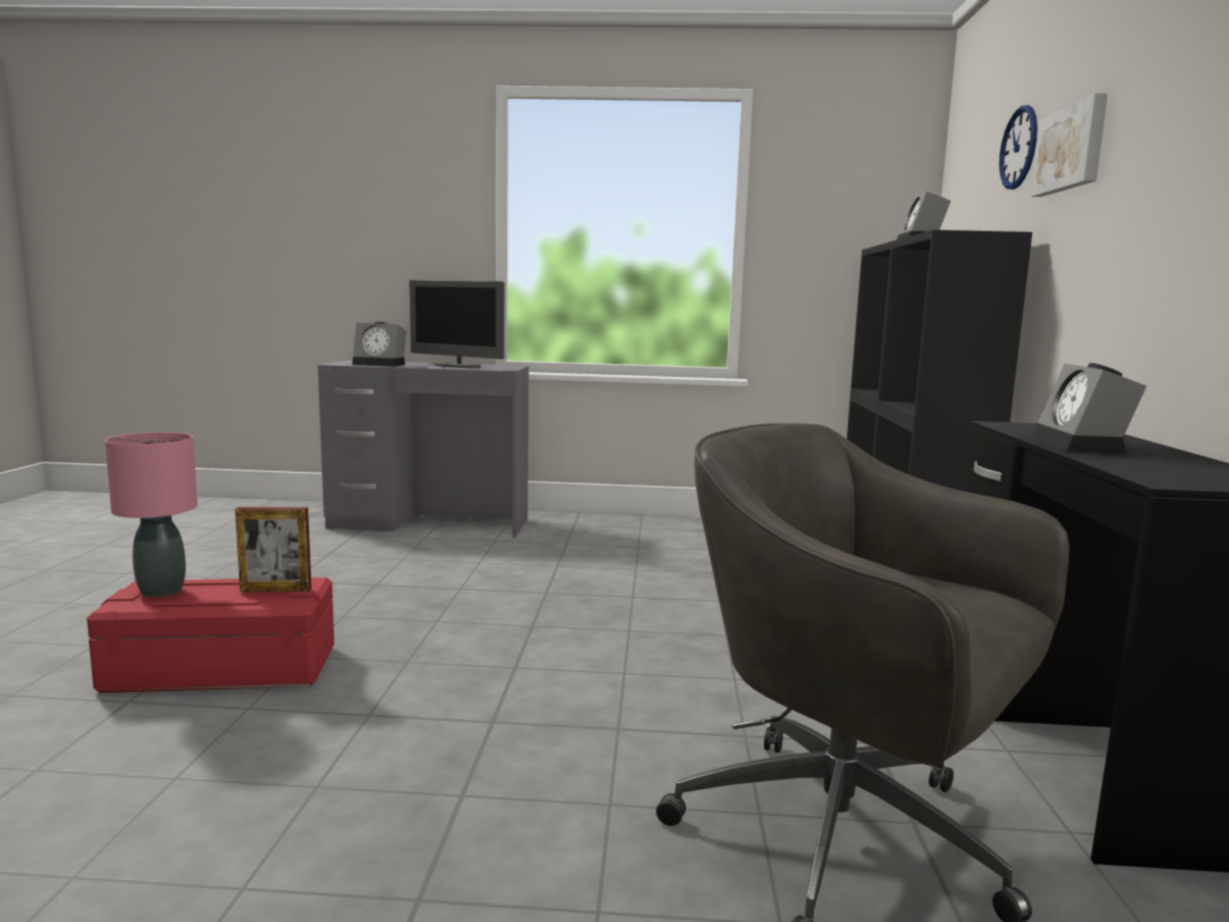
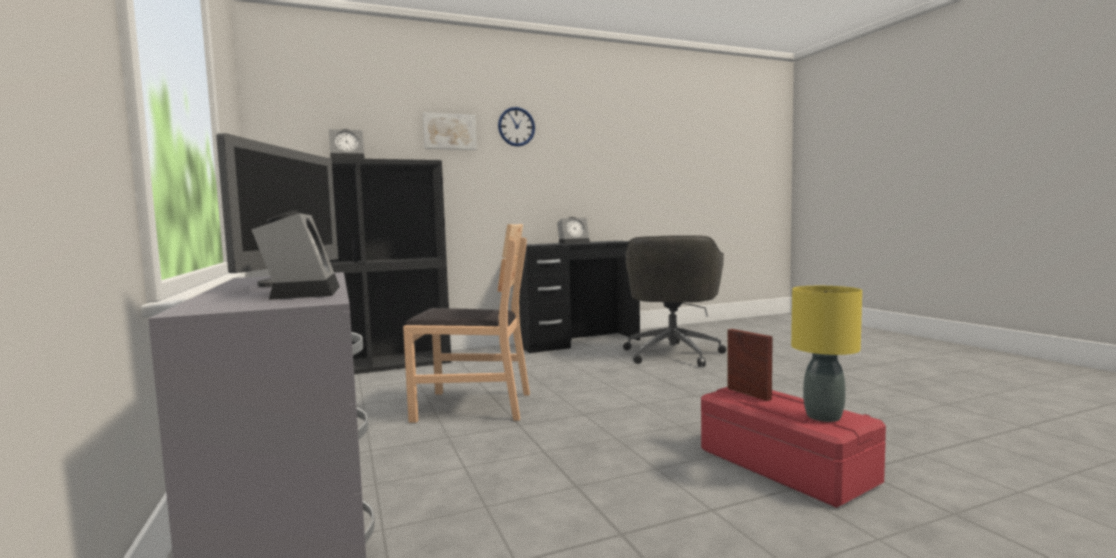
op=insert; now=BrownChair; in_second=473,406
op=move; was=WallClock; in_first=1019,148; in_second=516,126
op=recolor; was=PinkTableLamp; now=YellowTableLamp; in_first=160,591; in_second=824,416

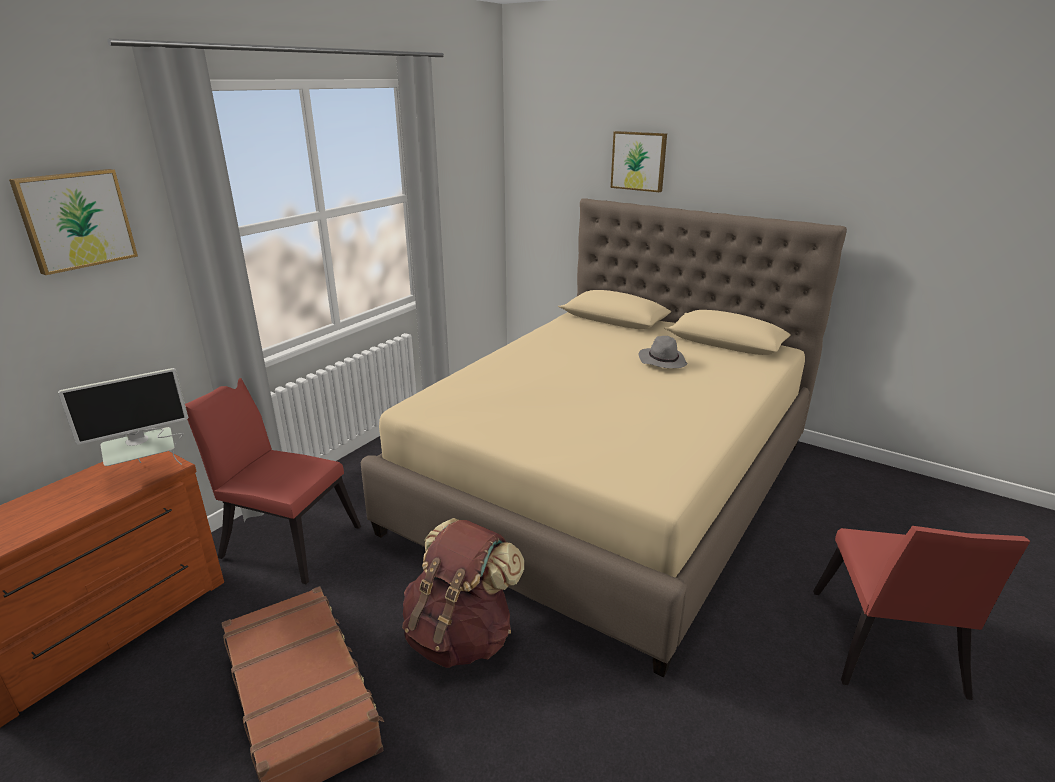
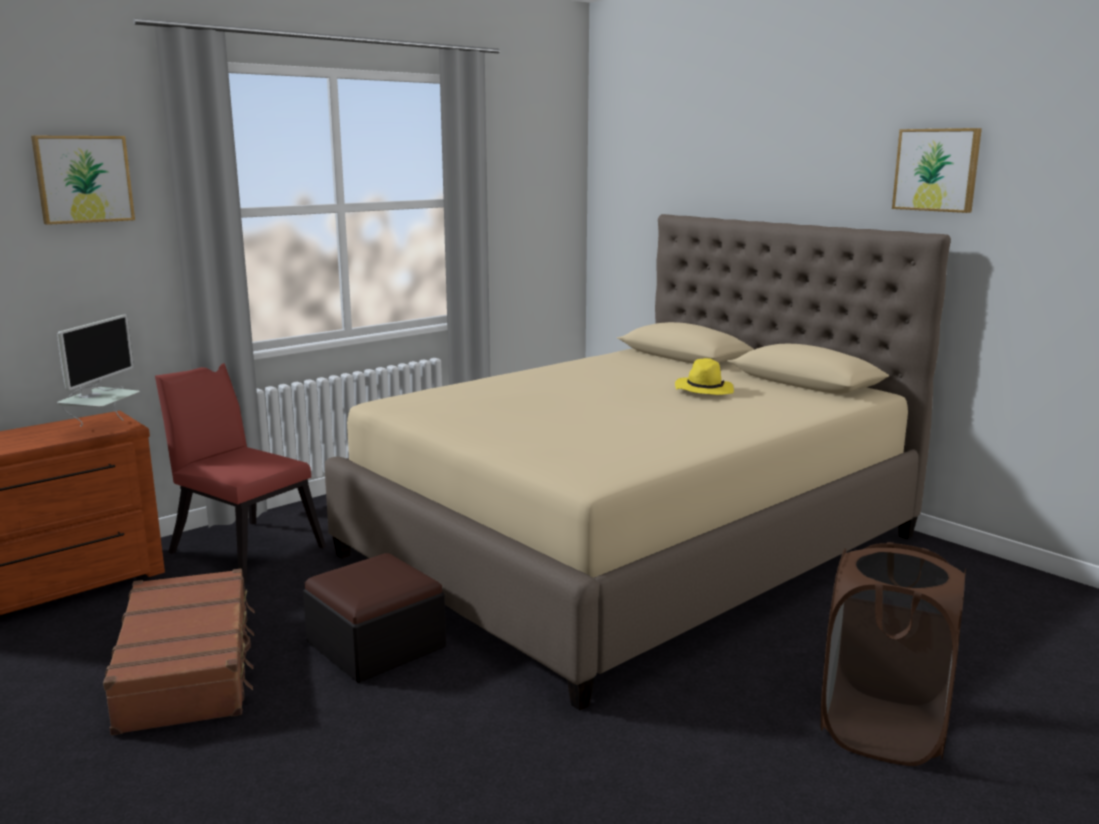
op=move; was=Picture; in_first=639,161; in_second=937,170
op=replace; was=BrownBackpack; now=Ottoman; in_first=461,636; in_second=376,645
op=replace; was=RedChair; now=BrownLaundryBasket; in_first=885,649; in_second=882,731
op=recolor; was=GreyHat; now=YellowHat; in_first=662,361; in_second=703,391
op=rotate; was=Monitor; in_first=148,473; in_second=103,429; clockwise=-60

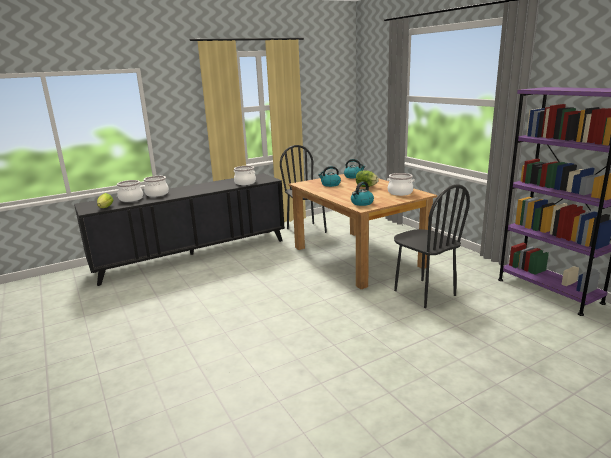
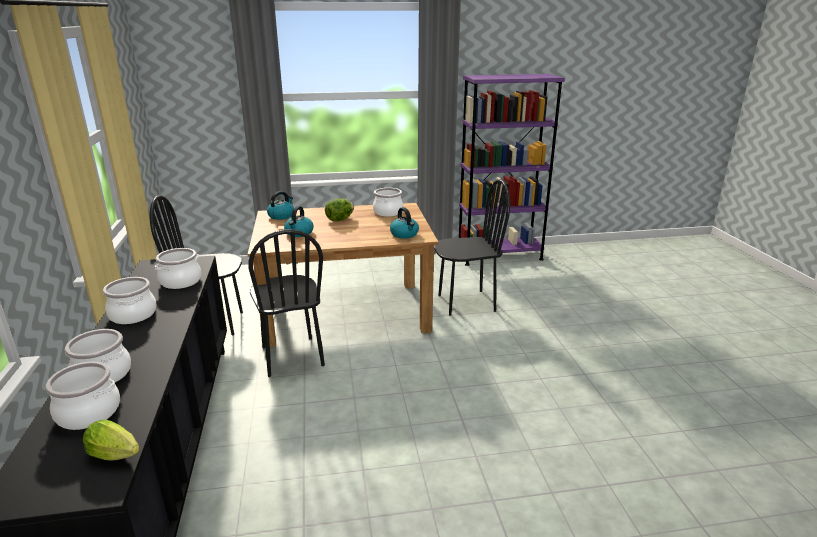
op=insert; now=CookingPot; in_second=133,314
op=insert; now=BlackChair; in_second=291,356

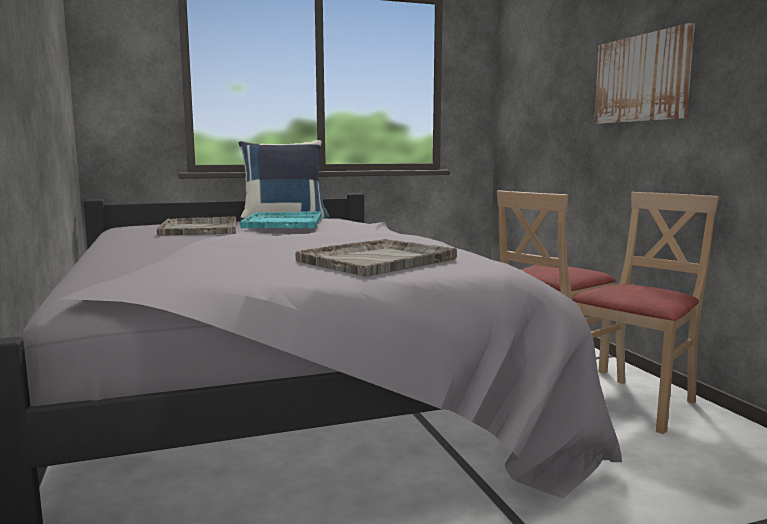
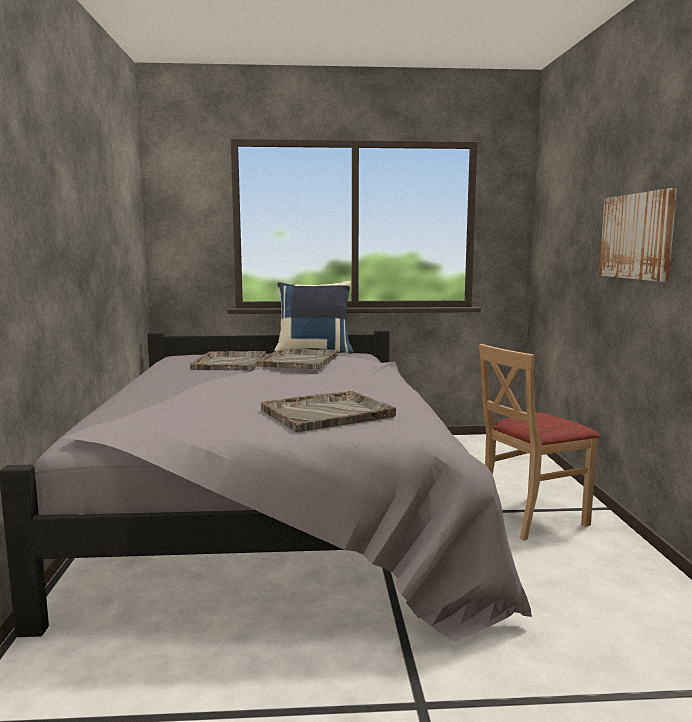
op=delete; was=BeigeChair; in_first=635,404
op=recolor; was=TurquoiseTray; now=GreyTray; in_first=284,223; in_second=299,361

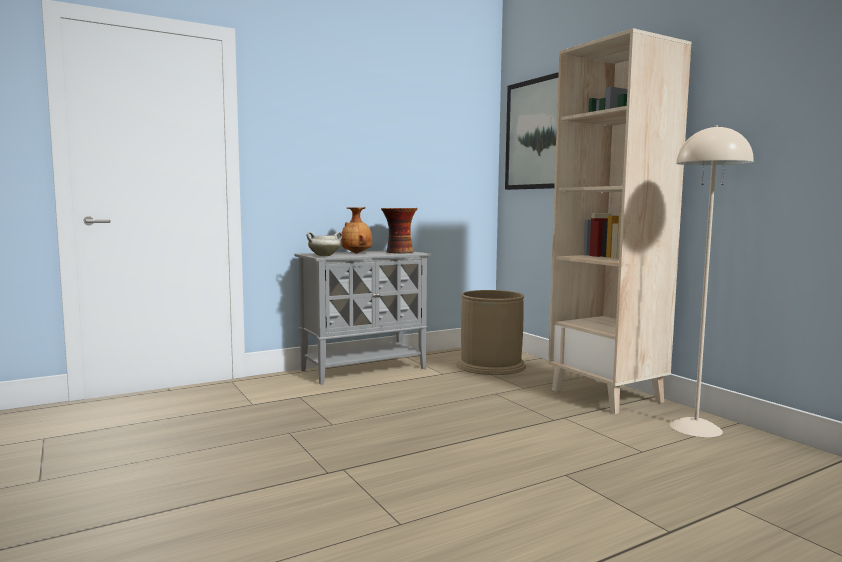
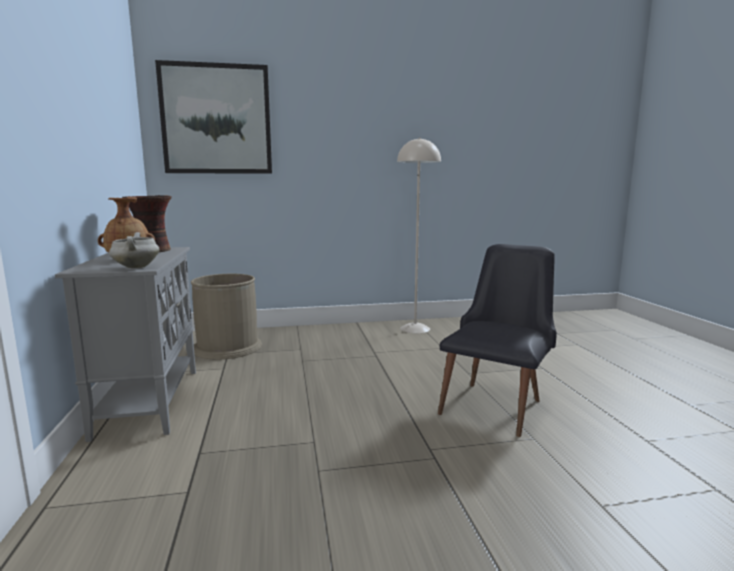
op=delete; was=BeigeBookcase; in_first=607,396
op=insert; now=BlackChair; in_second=496,403

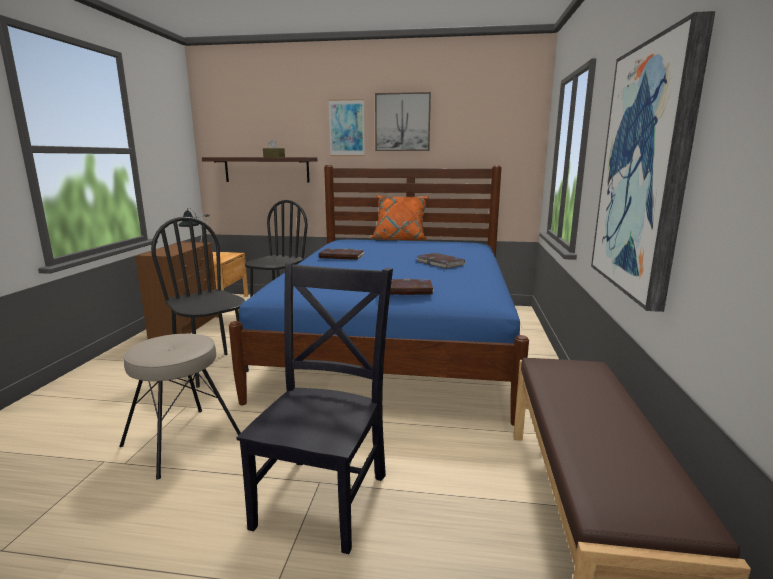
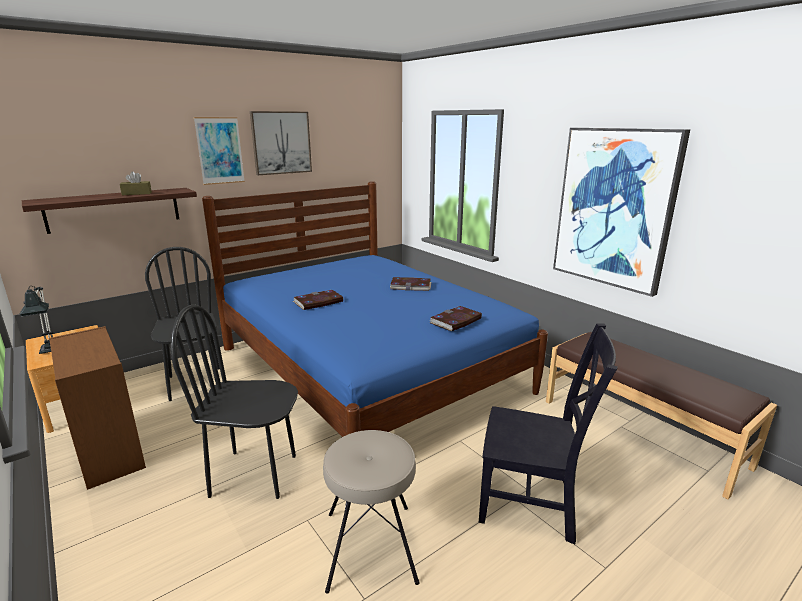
op=delete; was=OrangePillow; in_first=400,239
op=rotate; was=BlackChair; in_first=324,496; in_second=532,503; clockwise=135

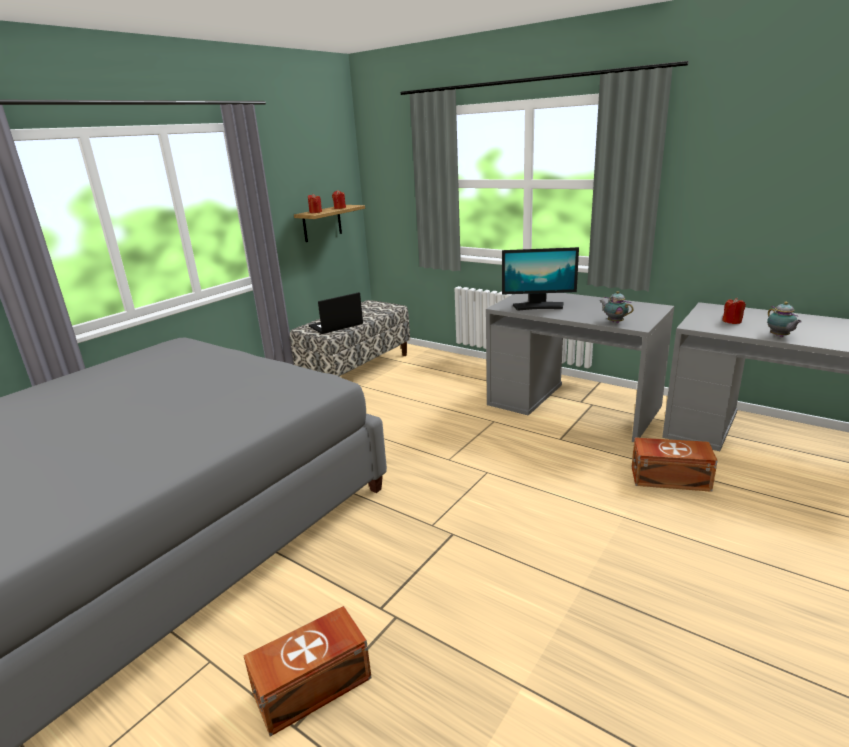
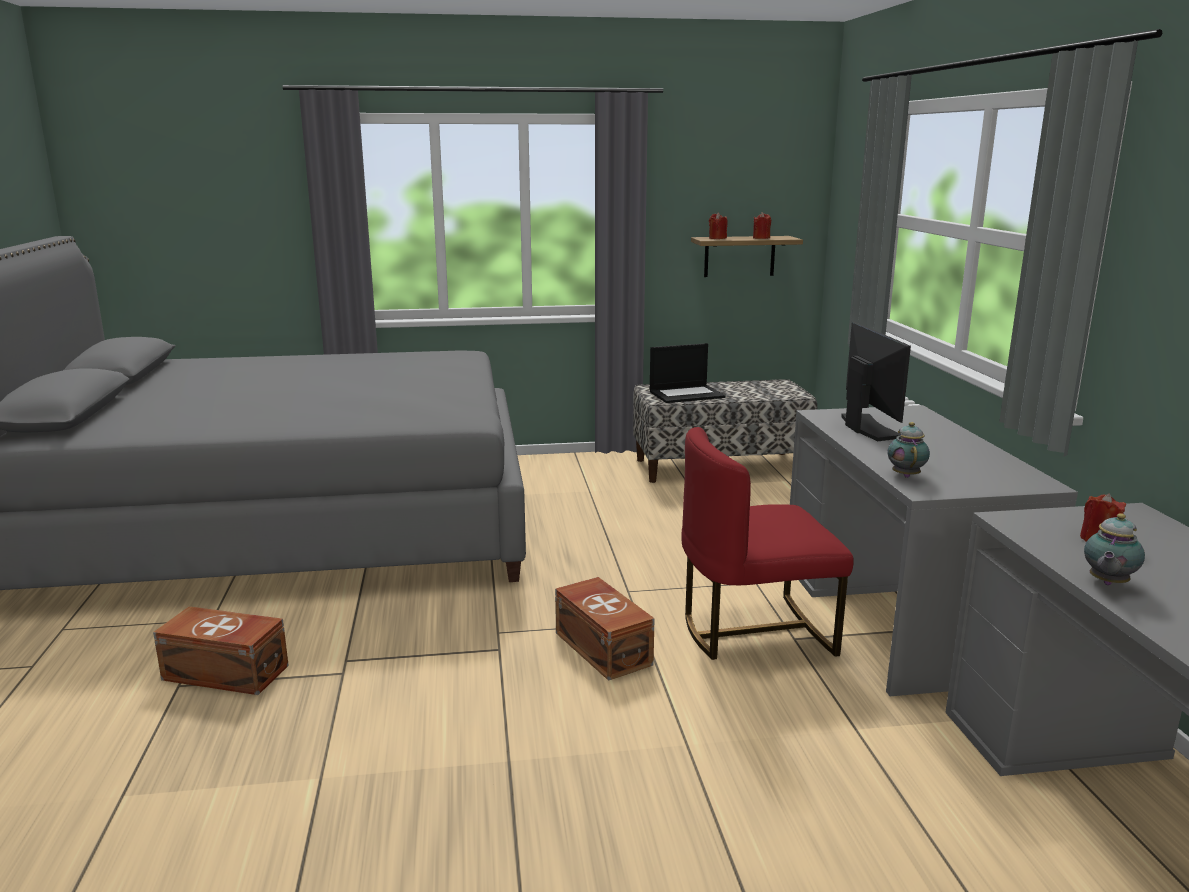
op=insert; now=RedChair; in_second=754,631
op=move; was=BrownStorageBox; in_first=668,477; in_second=603,647
op=rotate; was=Laptop; in_first=335,325; in_second=687,394; clockwise=150
op=rotate; was=Monitor; in_first=538,306; in_second=867,428; clockwise=-150

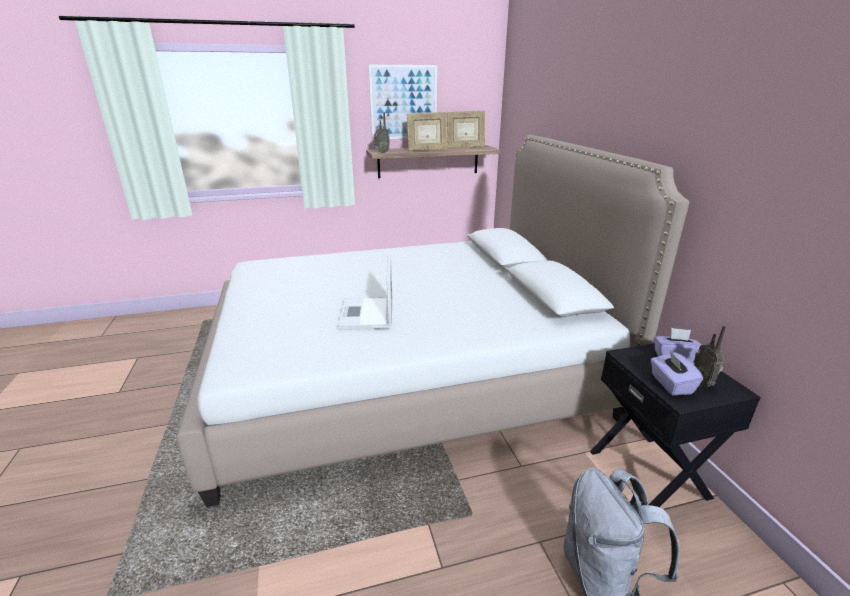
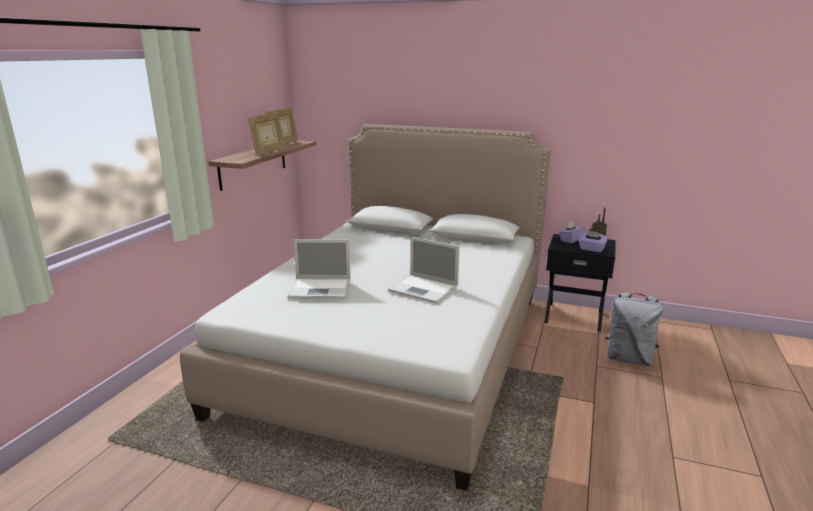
op=delete; was=Picture; in_first=403,102
op=delete; was=Radio; in_first=381,152
op=insert; now=Laptop; in_second=321,289

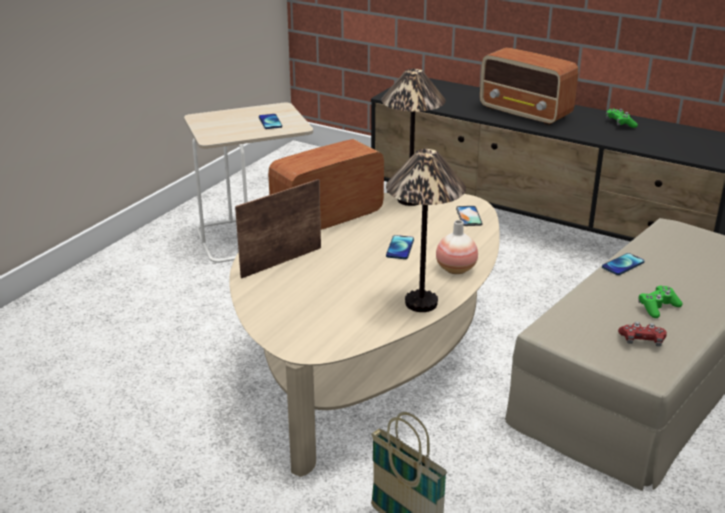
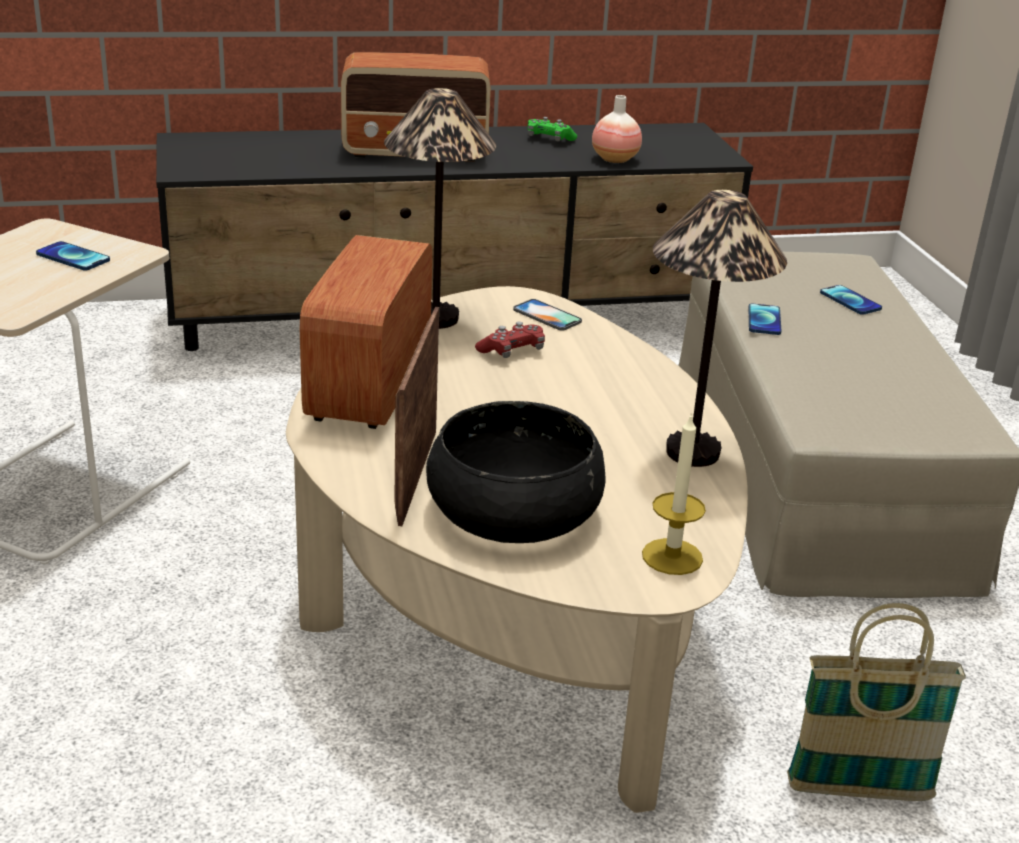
op=delete; was=GreenGameController; in_first=658,307
op=insert; now=BlackBowl; in_second=513,511
op=insert; now=Candle; in_second=672,557
op=move; was=Phone; in_first=400,248; in_second=850,301
op=move; was=Vase; in_first=456,269; in_second=615,159
op=move; was=RedGameController; in_first=642,341; in_second=512,351

